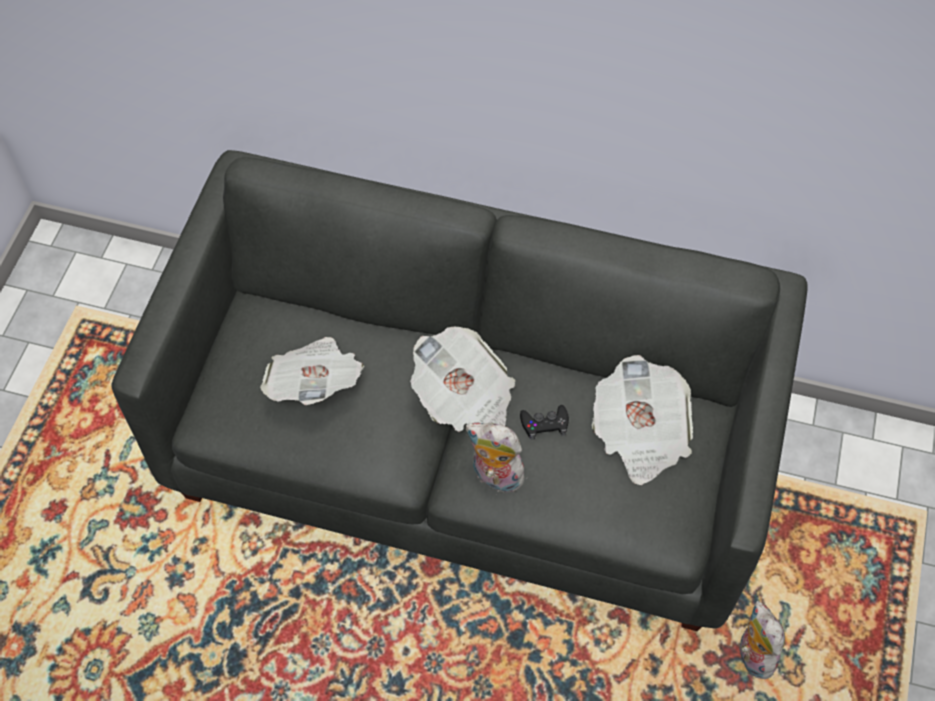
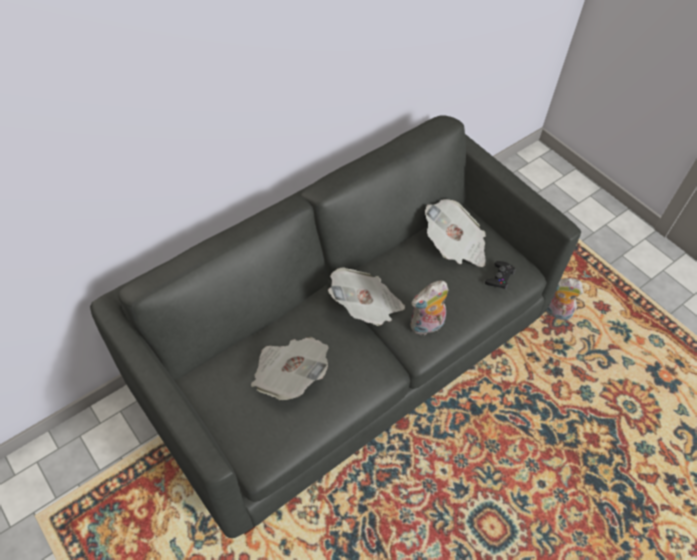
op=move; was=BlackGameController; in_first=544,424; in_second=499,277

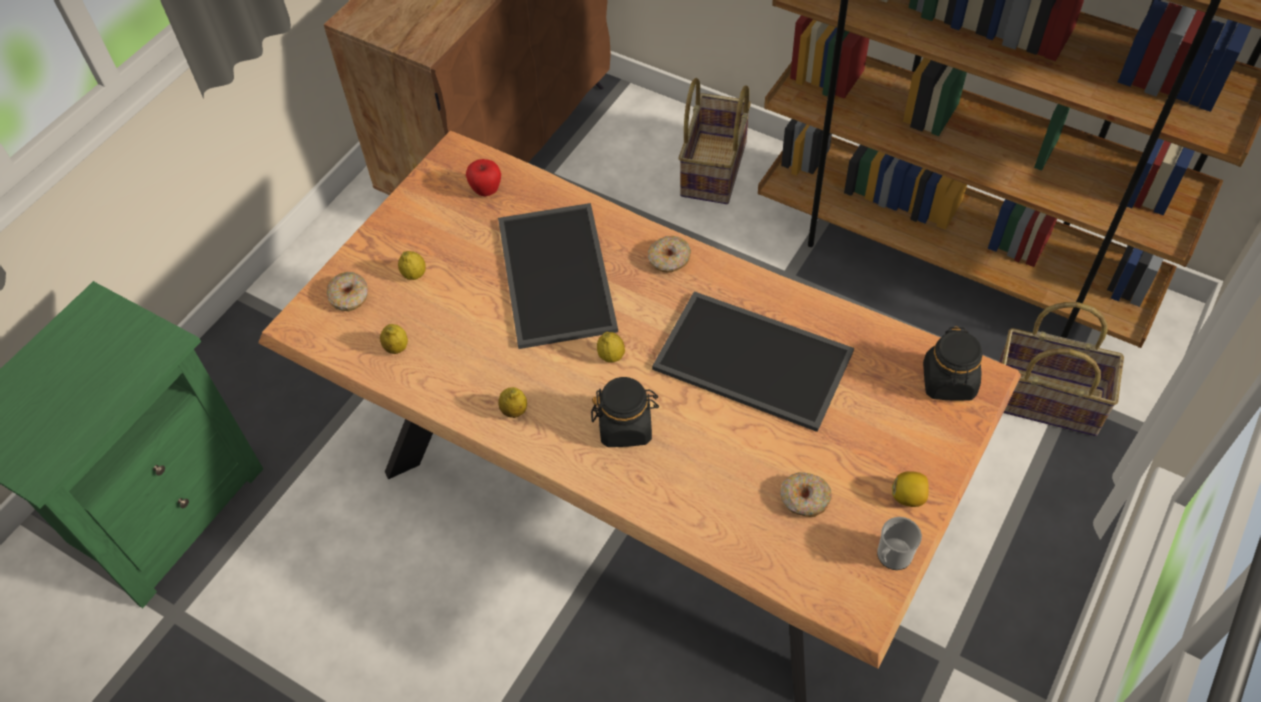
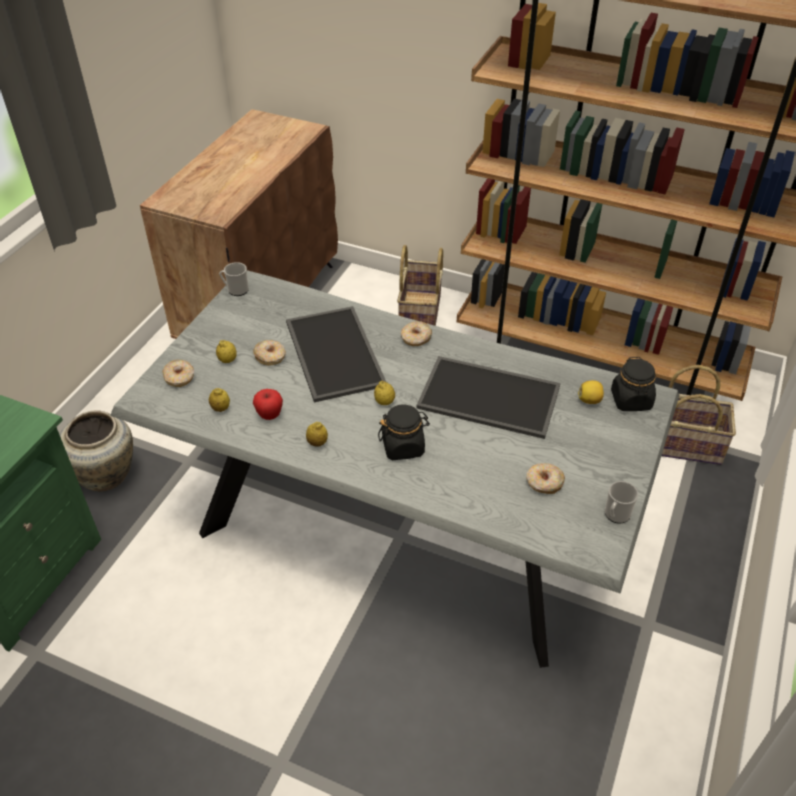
op=insert; now=BeigeVase; in_second=107,475
op=insert; now=Mug; in_second=235,290
op=insert; now=Donut; in_second=270,357
op=move; was=Apple; in_first=486,190; in_second=269,415
op=move; was=Lemon; in_first=909,497; in_second=590,400
op=recolor; was=BrownDiningTable; now=GreyDiningTable; in_first=638,492; in_second=397,530

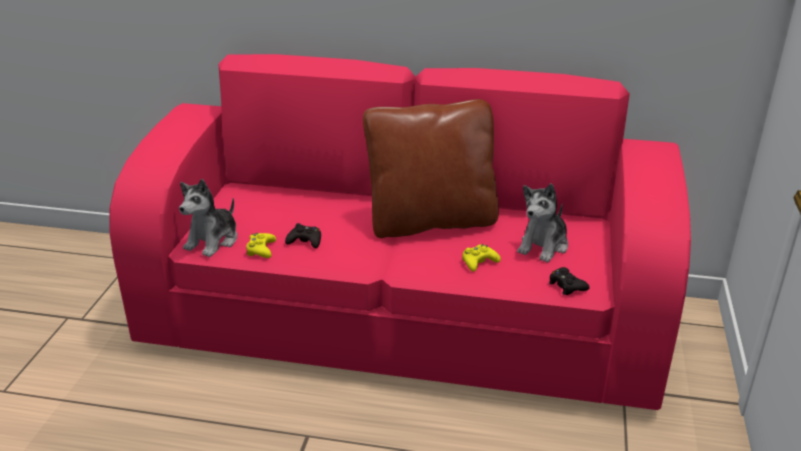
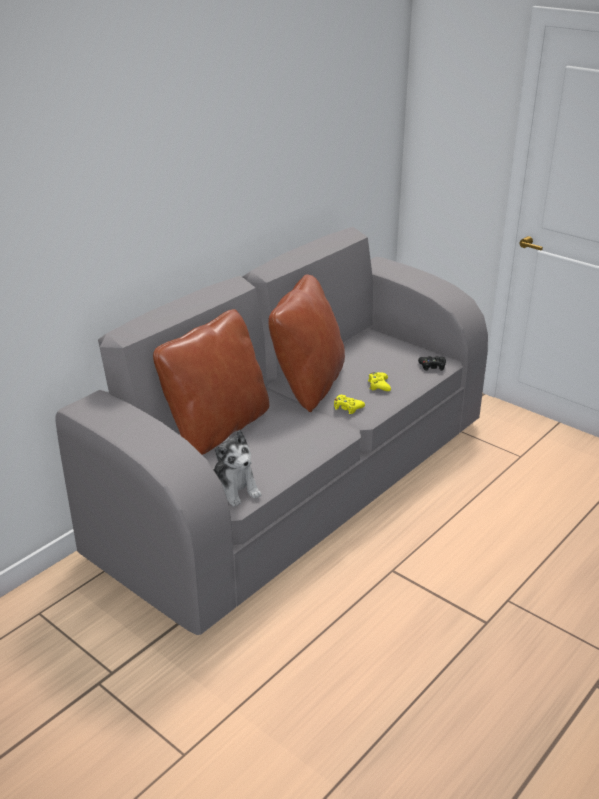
op=delete; was=BlackGameController; in_first=305,241
op=delete; was=PlushToy; in_first=543,246
op=insert; now=BrownPillow; in_second=217,429
op=move; was=YellowGameController; in_first=261,250; in_second=347,407
op=recolor; was=PinkSofa; now=GreySofa; in_first=401,322; in_second=299,483

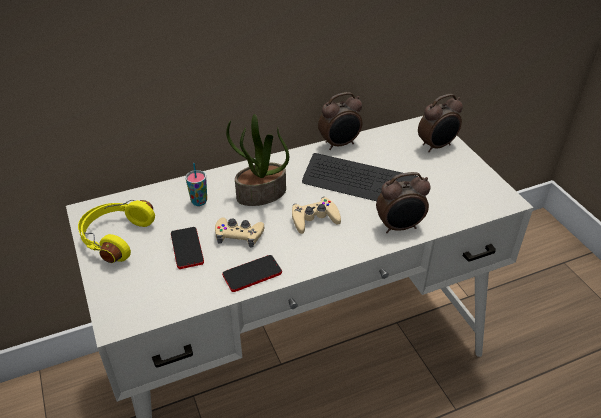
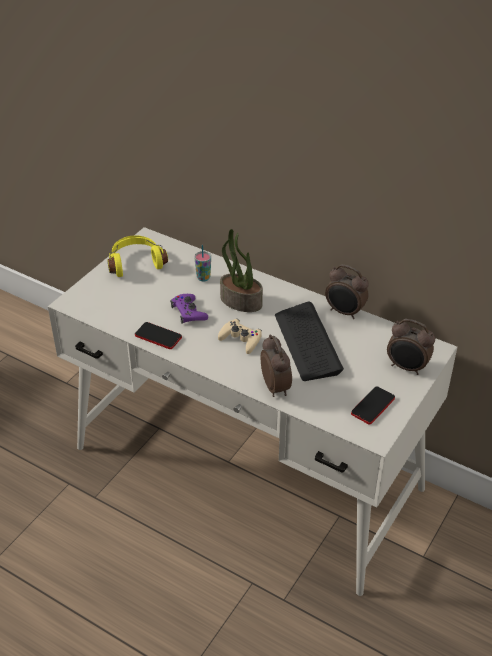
op=move; was=Phone; in_first=187,248; in_second=373,406
op=recolor; was=BeigeGameController; now=PurpleGameController; in_first=239,235; in_second=188,312
op=rotate; was=AlarmClock; in_first=400,227; in_second=276,387; clockwise=-150

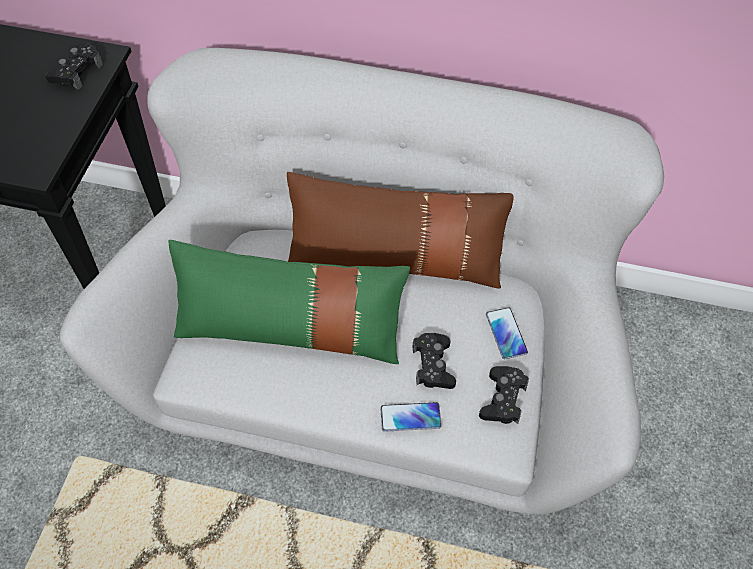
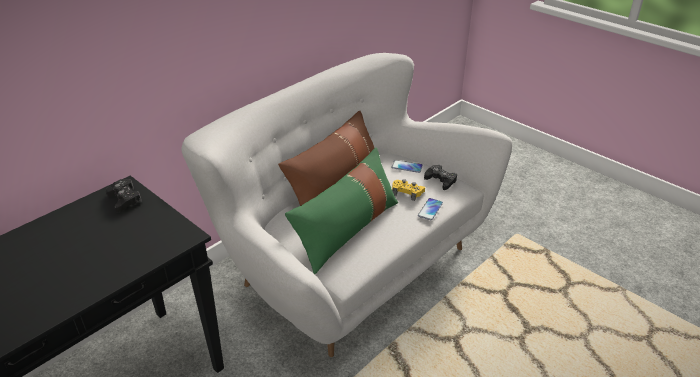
op=recolor; was=BlackGameController; now=YellowGameController; in_first=433,365; in_second=407,192

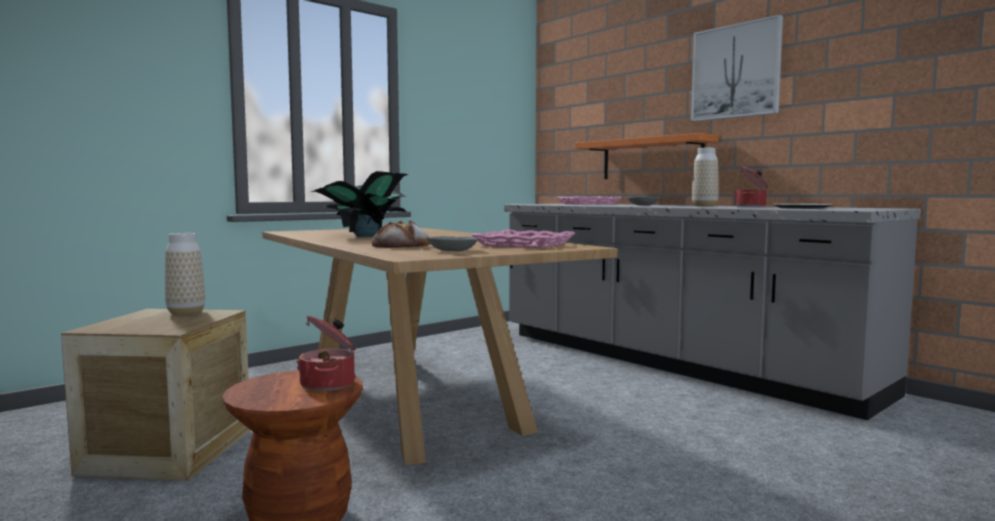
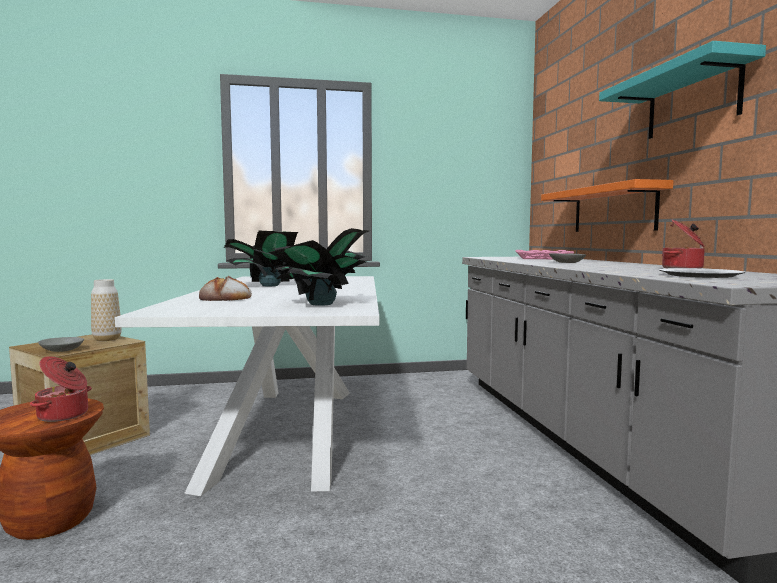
op=delete; was=Vase; in_first=704,206
op=move; was=GreyBowl; in_first=453,251; in_second=62,350
op=replace; was=PinkTray; now=PottedPlant; in_first=523,244; in_second=320,304
op=replace; was=Picture; now=TurquoiseShelf; in_first=735,71; in_second=692,100
op=recolor; was=BrownDiningTable; now=WhiteDiningTable; in_first=408,398; in_second=289,430

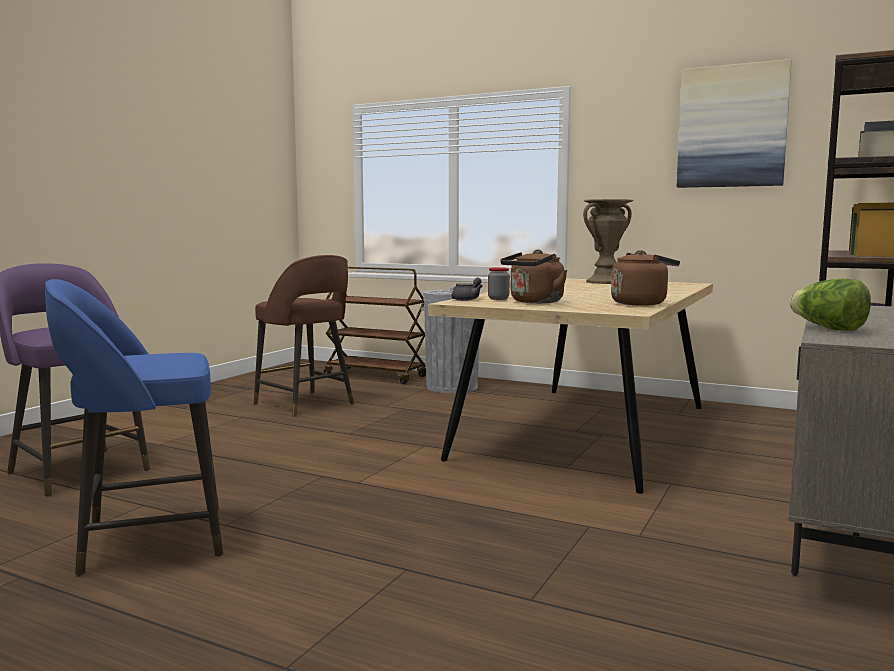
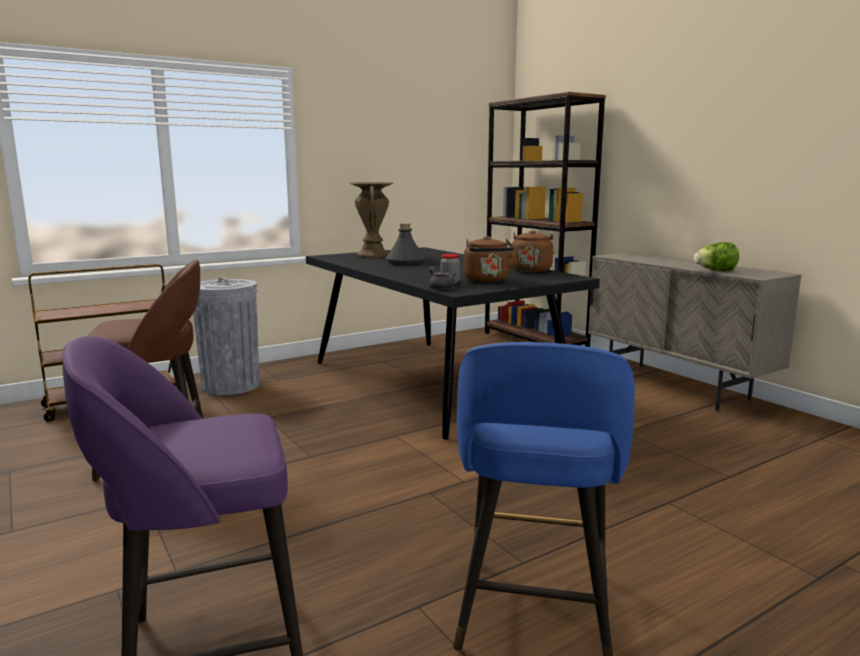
op=delete; was=Picture; in_first=732,126
op=insert; now=GreyBottle; in_second=405,262
op=recolor; was=BeigeDiningTable; now=BlackDiningTable; in_first=586,430; in_second=434,381

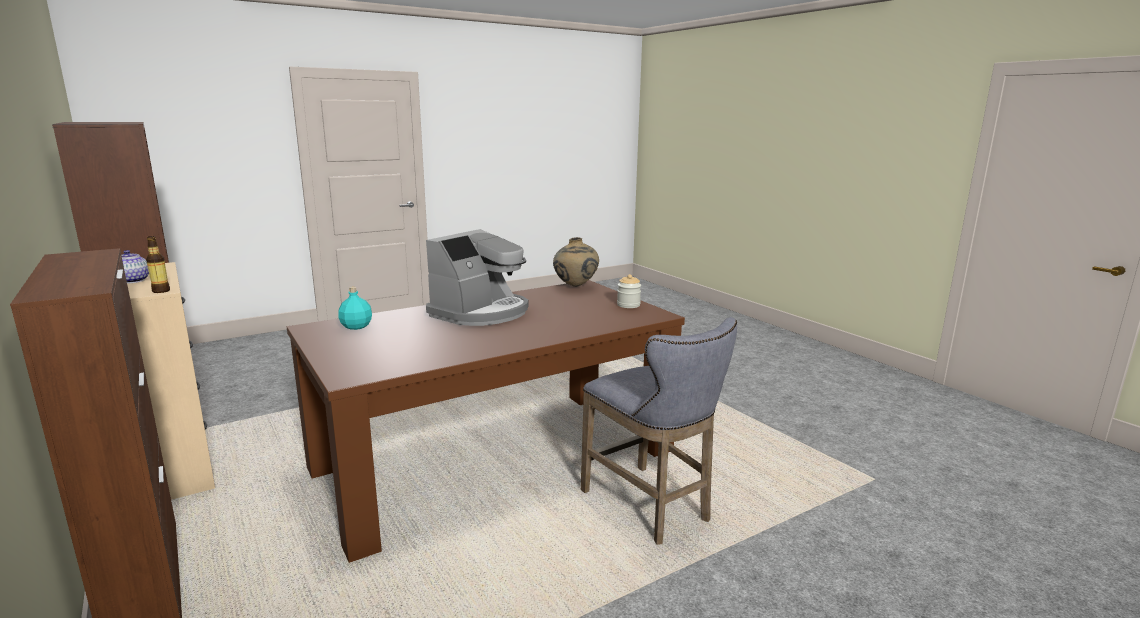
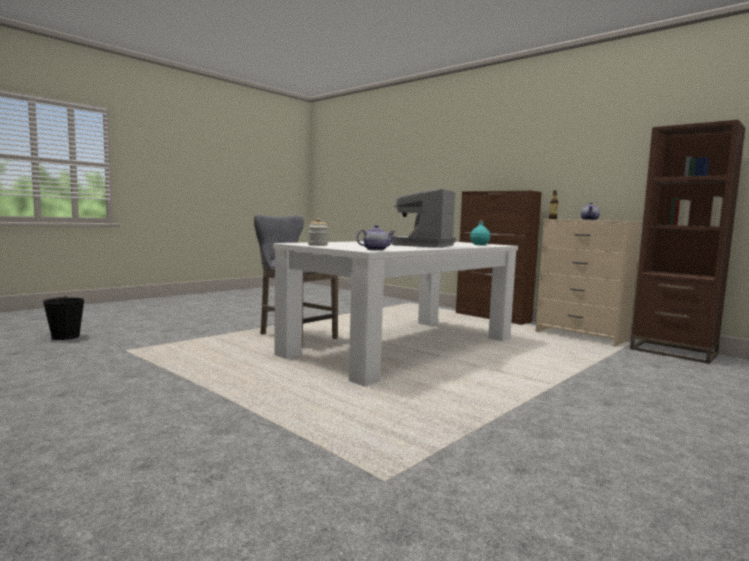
op=insert; now=BlackBucket; in_second=66,337
op=replace; was=BeigeVase; now=Teapot; in_first=575,286; in_second=375,250
op=recolor; was=BrownDiningTable; now=WhiteDiningTable; in_first=495,459; in_second=403,346

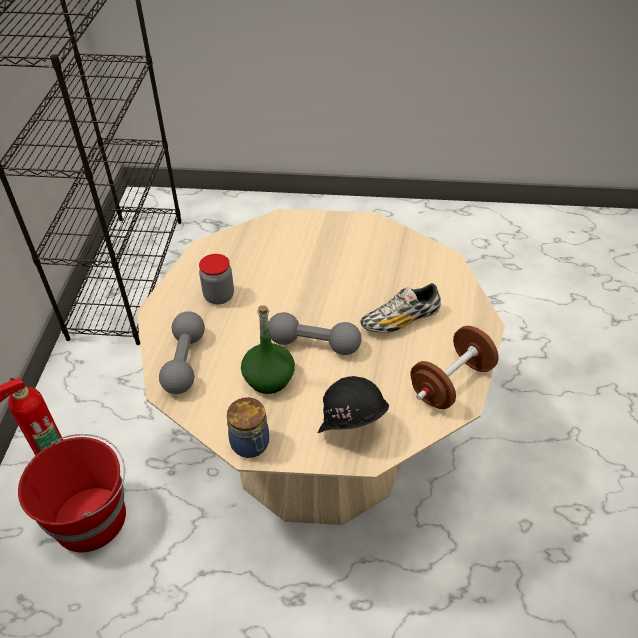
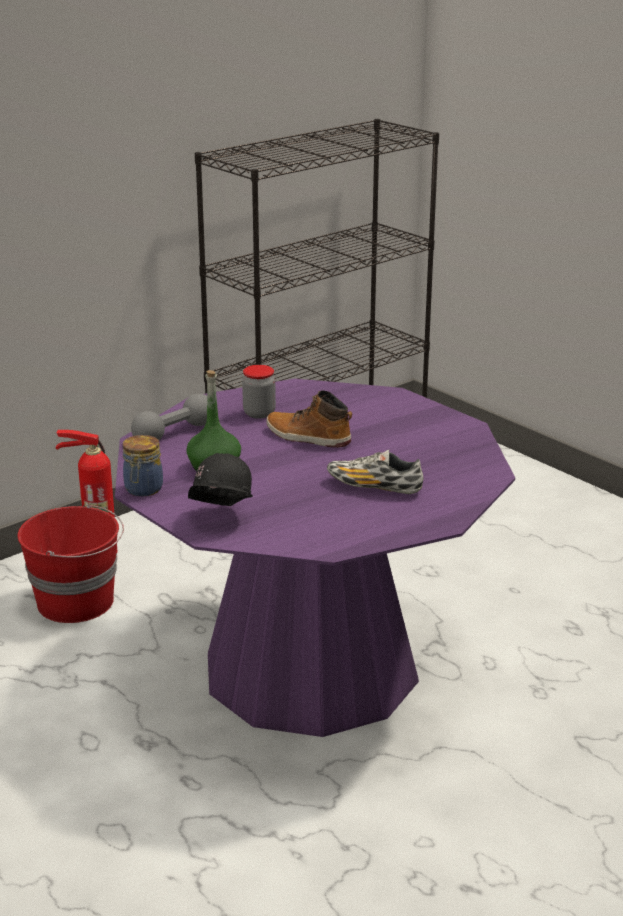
op=delete; was=GreyDumbbell; in_first=314,344
op=delete; was=BrownDumbbell; in_first=450,382
op=insert; now=Boot; in_second=307,437
op=recolor; was=BeigeDiningTable; now=PurpleDiningTable; in_first=318,447; in_second=311,667

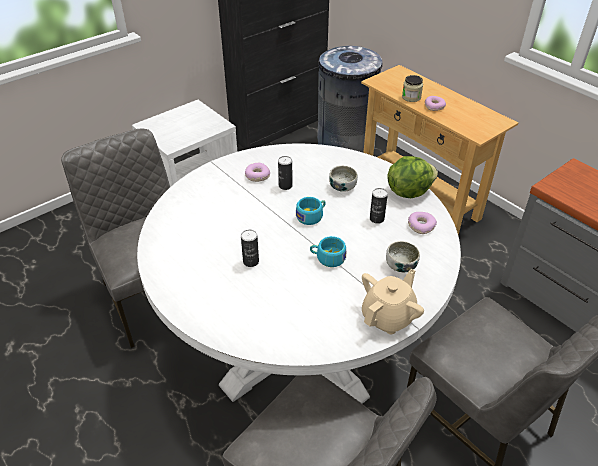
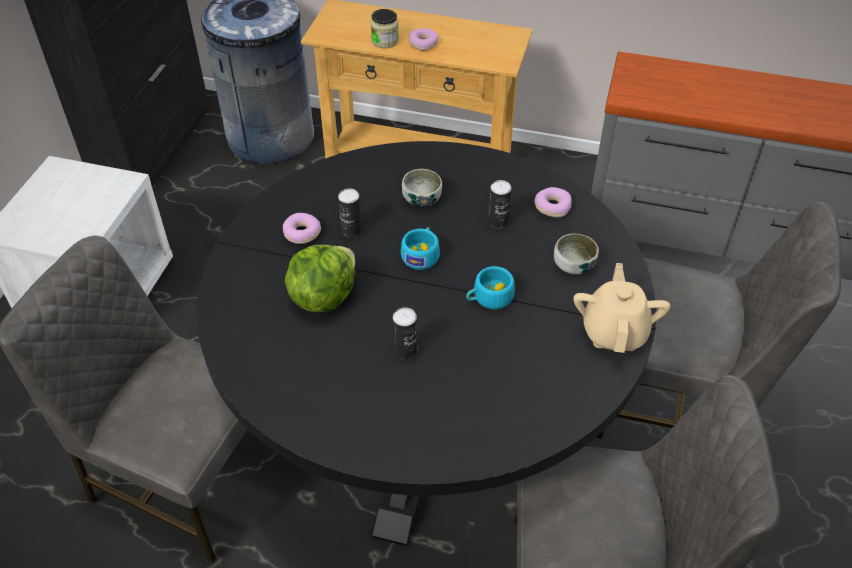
op=move; was=Lettuce; in_first=408,191; in_second=323,296
op=recolor; was=WhiteDiningTable; now=BlackDiningTable; in_first=299,344; in_second=426,429

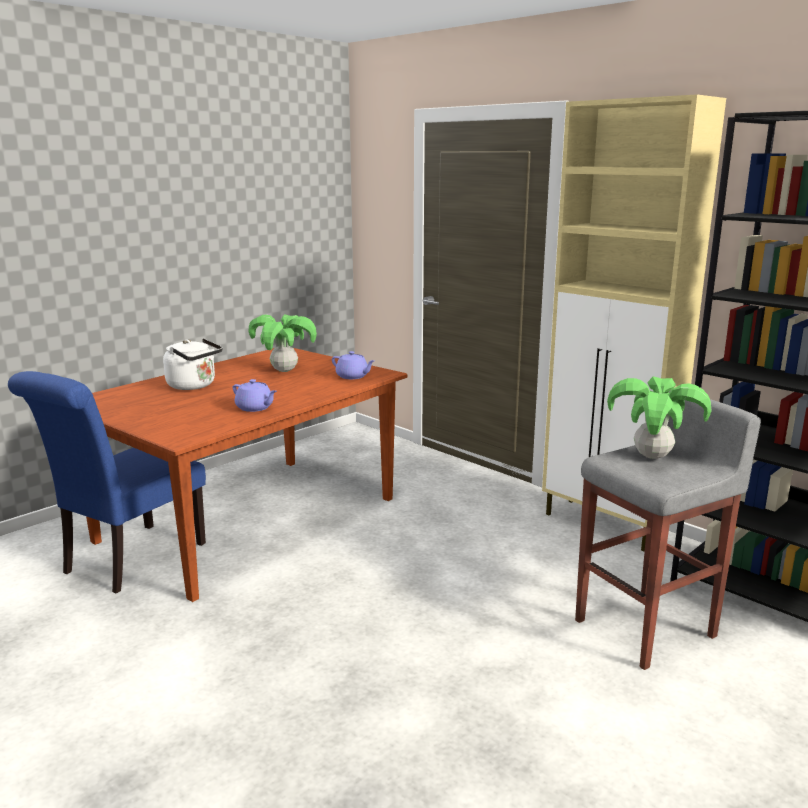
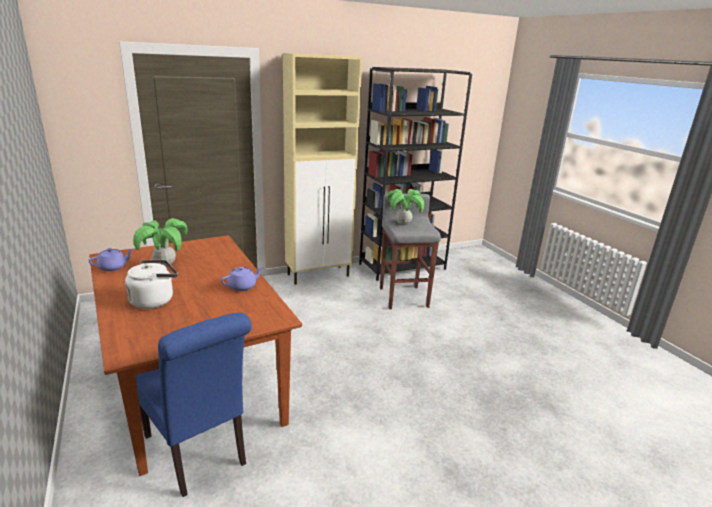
op=move; was=PurpleTeapot; in_first=353,376; in_second=113,267

